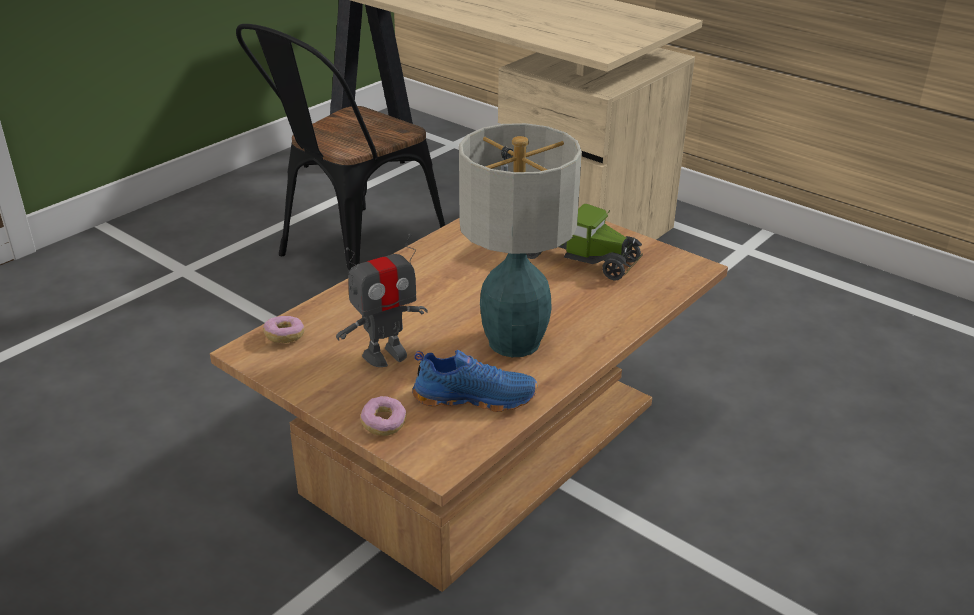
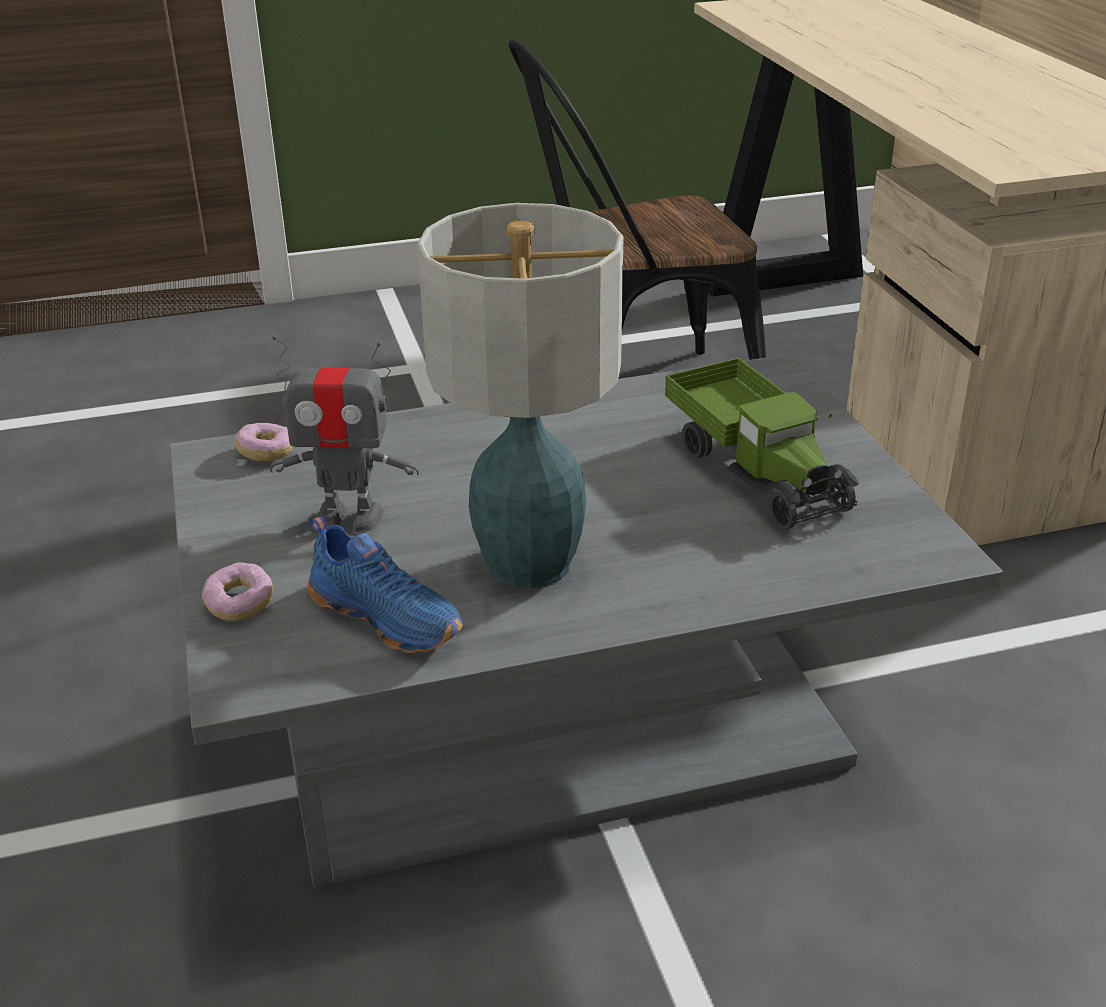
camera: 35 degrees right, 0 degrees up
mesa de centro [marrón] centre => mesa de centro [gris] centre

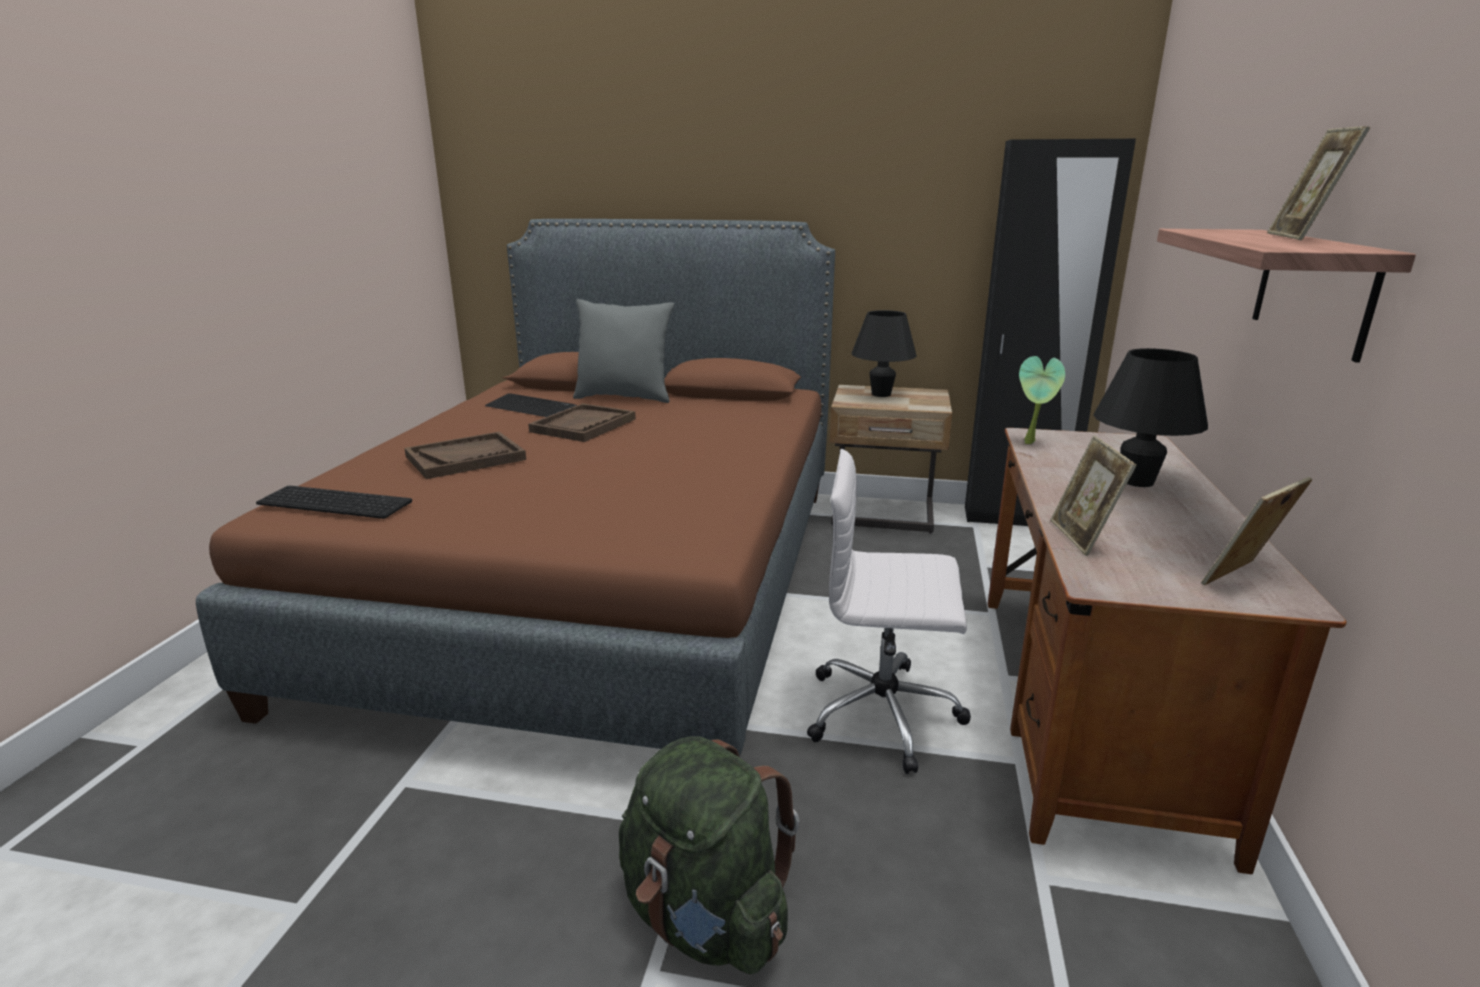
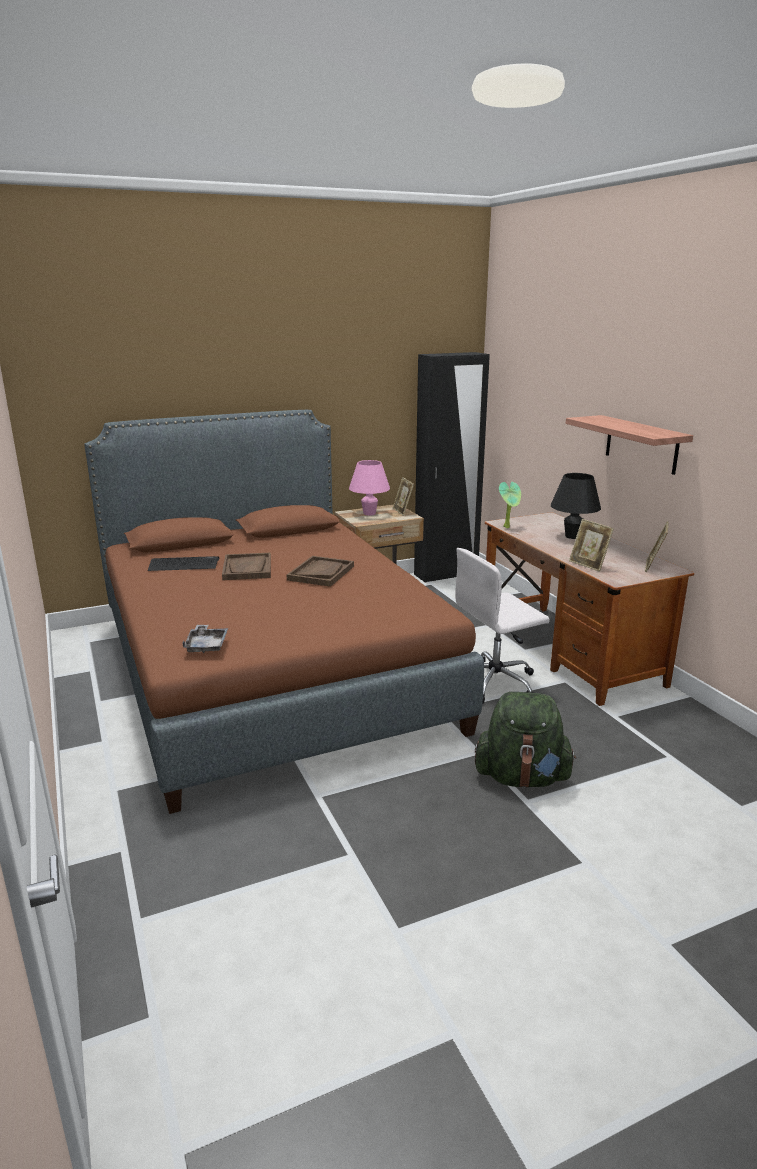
camera: 35 degrees left, 0 degrees up
cojín [gris] centre => nothing
bandeja [marrón] (1st from left in the first image) middle left => bandeja [marrón] (2nd from left) centre, move
portarretratos (3rd from left in the first image) top right => portarretratos (1st from left) centre, move
teclado (1st from left) middle left => bandeja [gris] middle left
lámpara de mesa [negro] (1st from left) centre => lámpara de mesa [rosa] centre

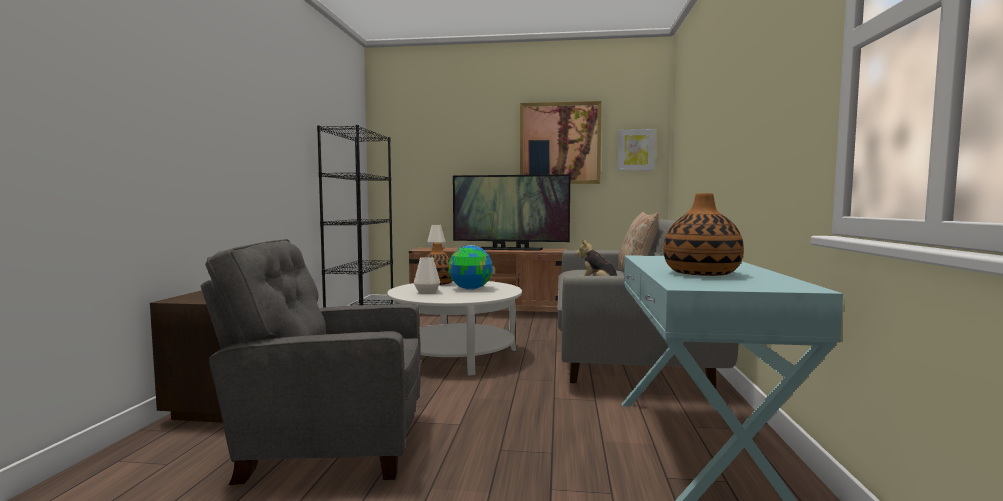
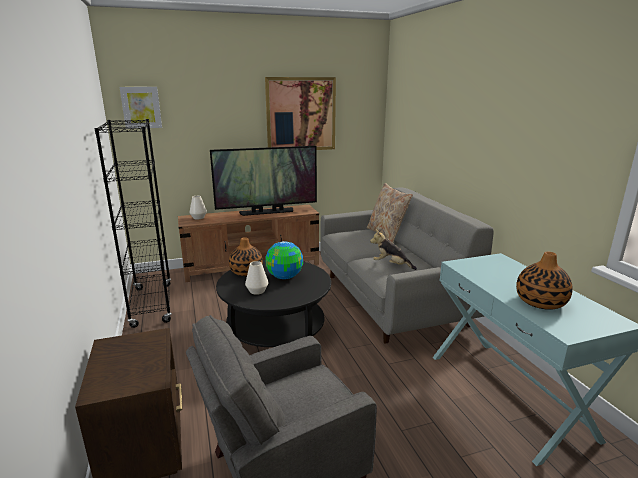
camera: 25 degrees left, 15 degrees up
cuadro (2nd from left in the first image) top centre => cuadro (1st from left) top left, move
mesa de centro [blanco] centre => mesa de centro [negro] centre

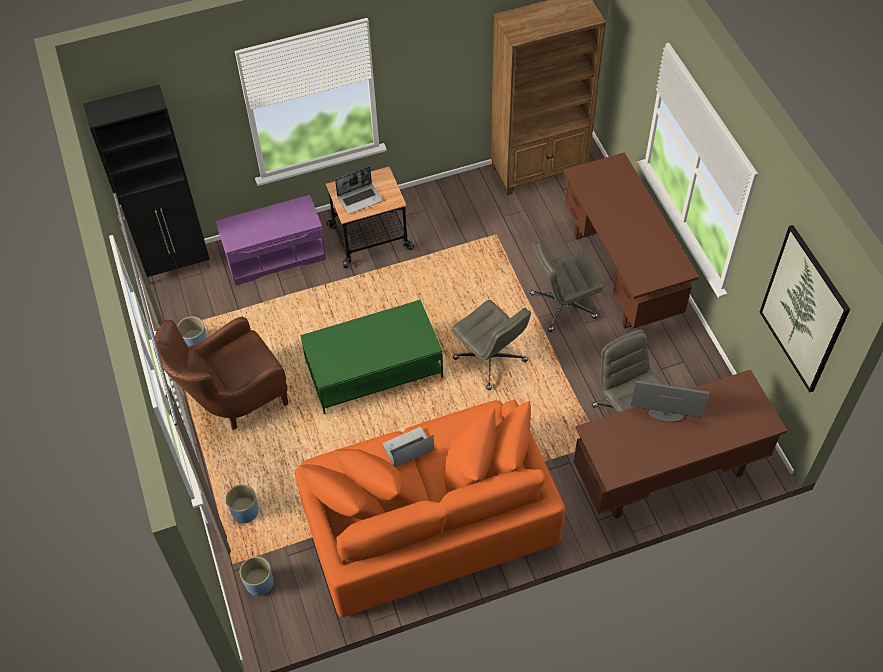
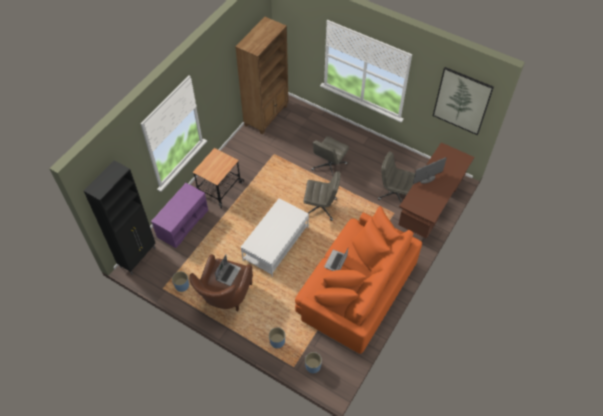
camera: 40 degrees left, 0 degrees up
escritorio [marrón] (1st from left) middle right => nothing
portátil (1st from left) top centre => portátil (1st from left) centre, move
mesa de centro [verde] centre => mesa de centro [blanco] centre

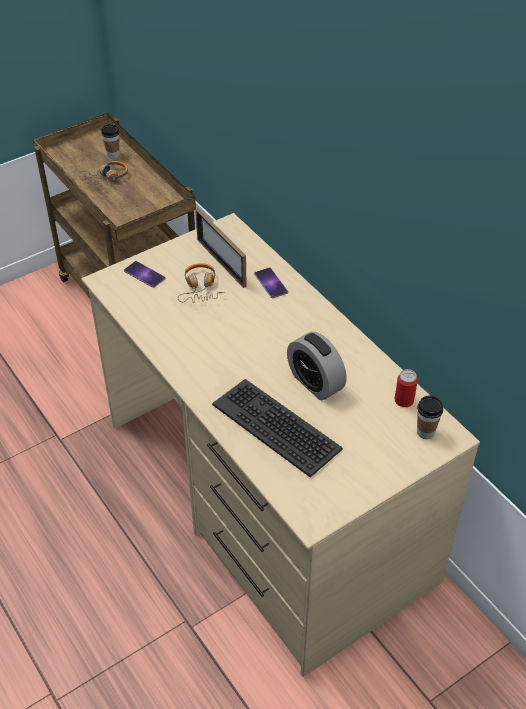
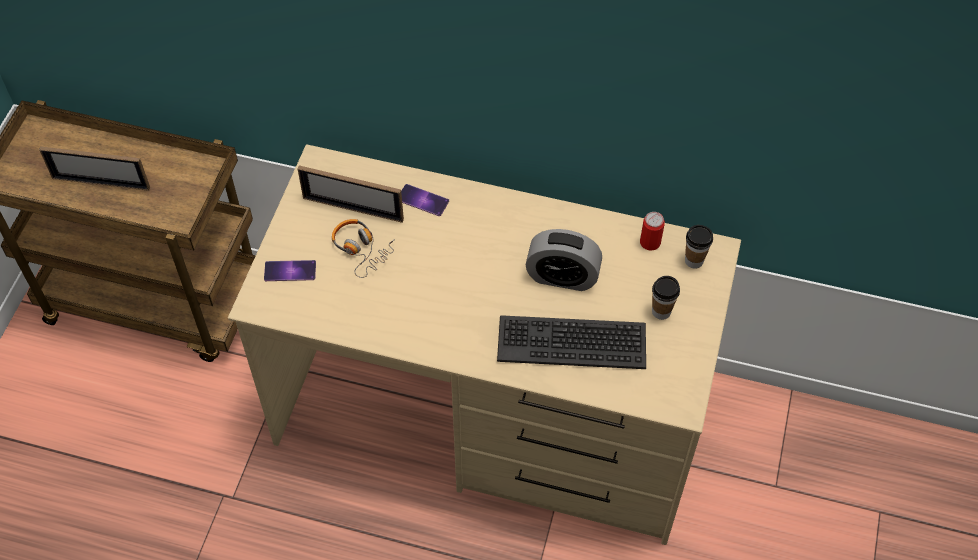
camera: 40 degrees left, 10 degrees up
taza (1st from left) top left => taza (1st from left) middle right, move
auriculares (1st from left) top left => portarretratos (1st from left) top left

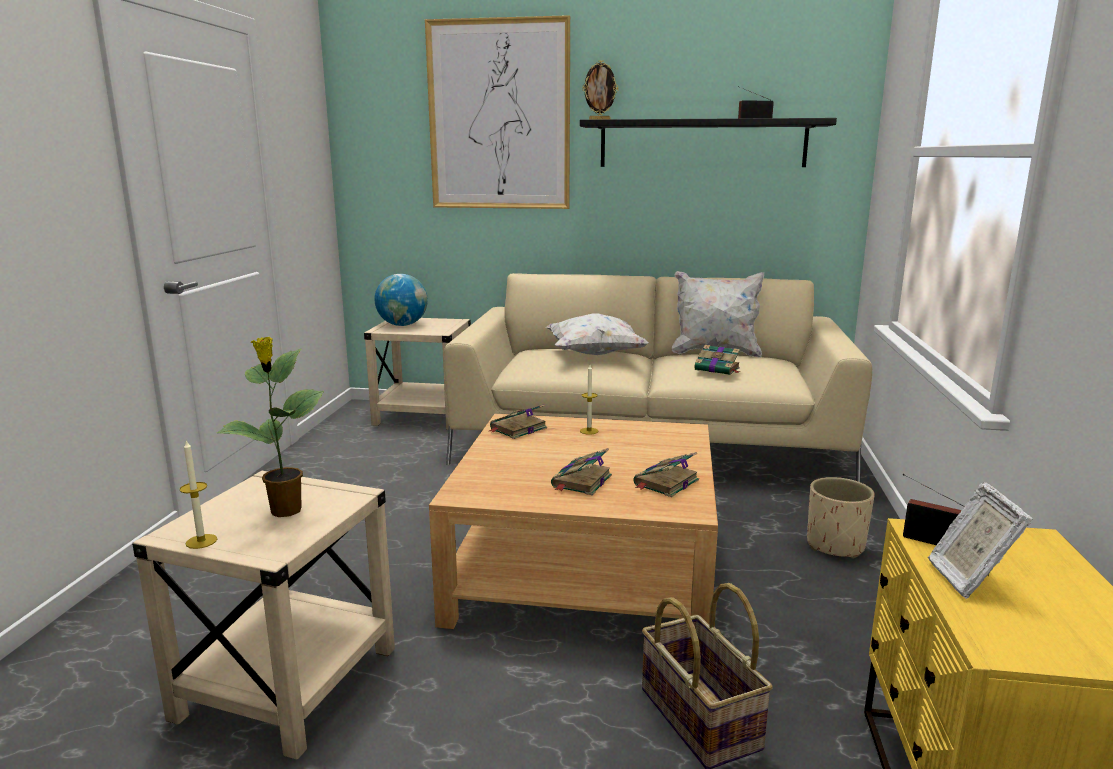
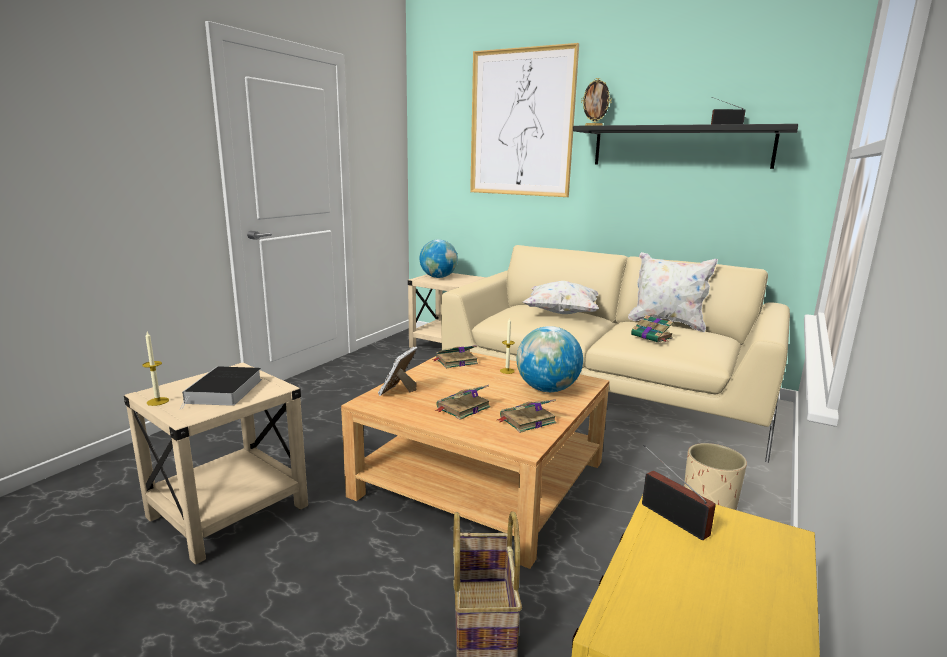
camera: 20 degrees right, 0 degrees up
nothing => globo terráqueo (2nd from left) centre
portarretratos (2nd from left in the first image) bottom right => portarretratos (1st from left) centre, move
planta en maceta middle left => libro (1st from left) middle left

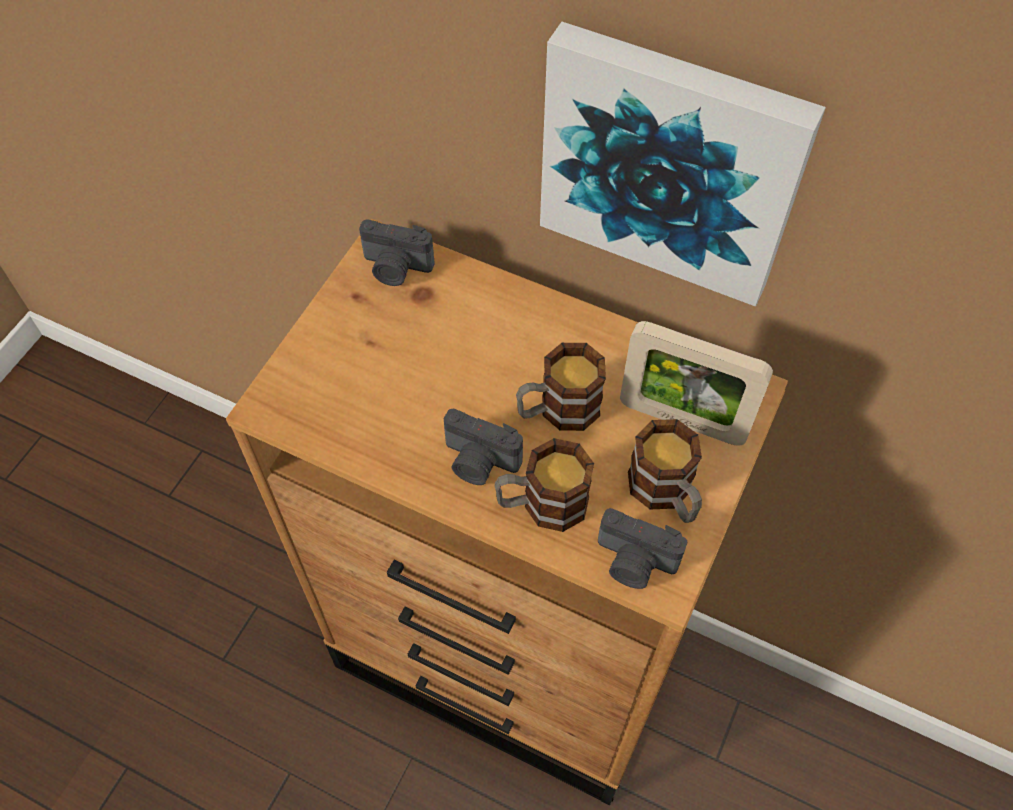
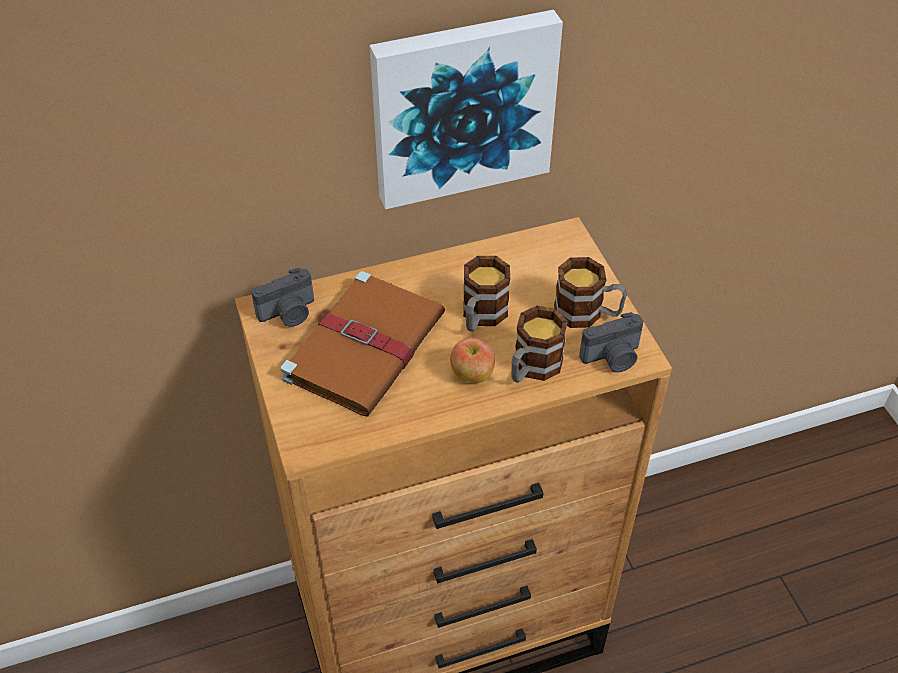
camera: 45 degrees left, 10 degrees down
portarretratos middle right => nothing
nothing => libro [marrón] centre
cámara (2nd from left) centre => manzana centre

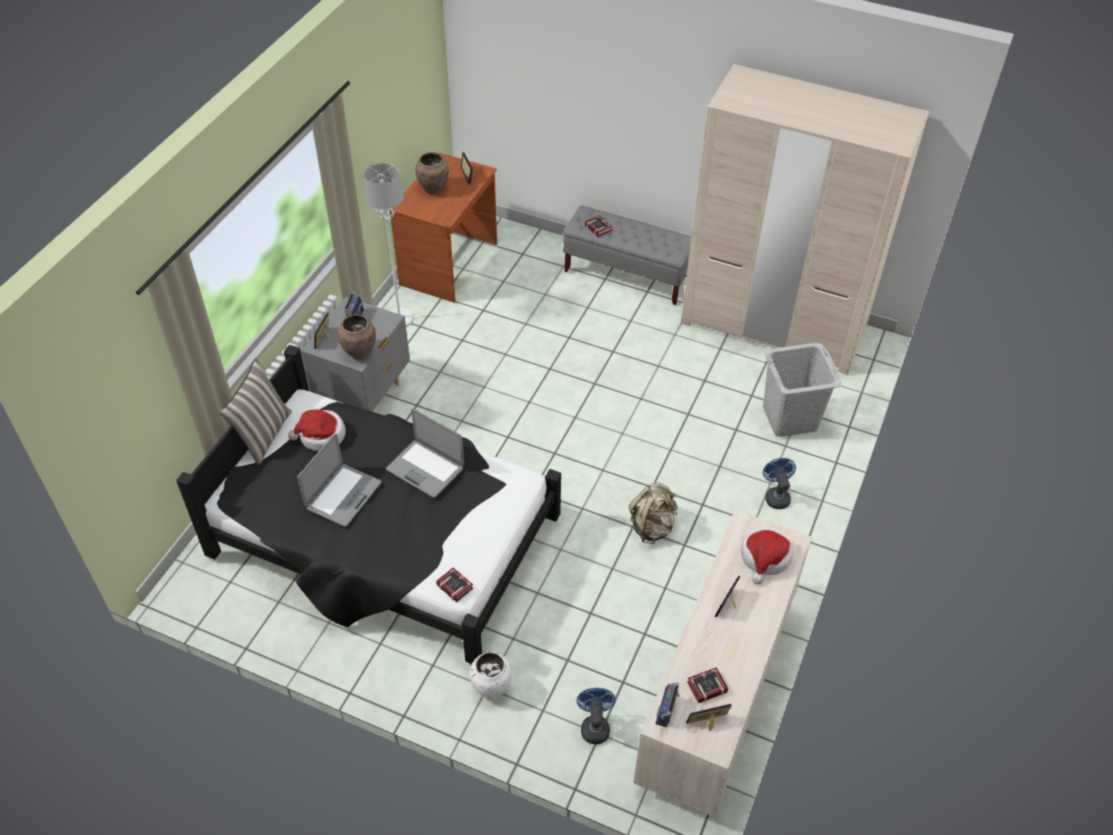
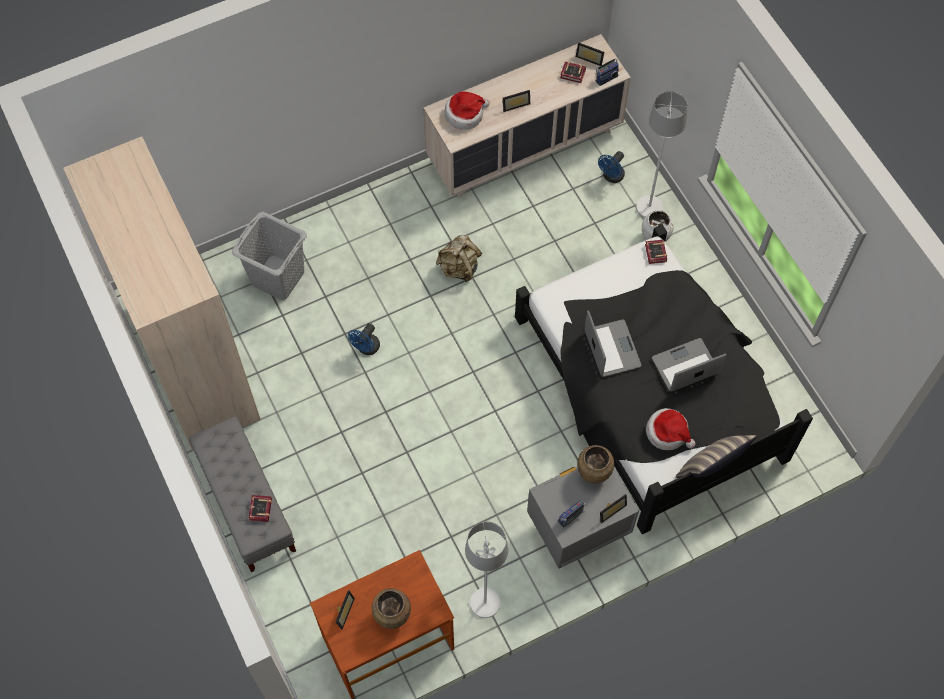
camera: 140 degrees left, 15 degrees up
nothing => lámpara de pie [blanco] (2nd from left) top right
ventilador [azul] (2nd from left in the first image) middle right => ventilador [azul] (1st from left) centre, move

